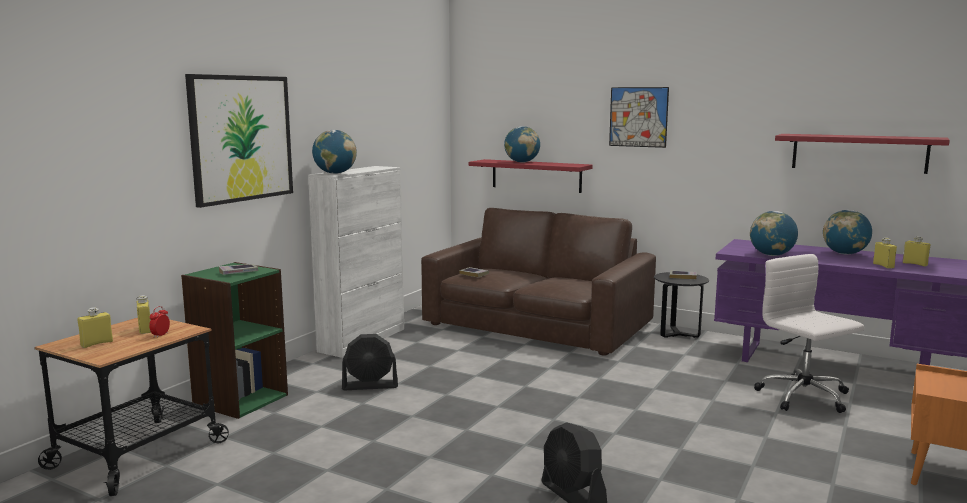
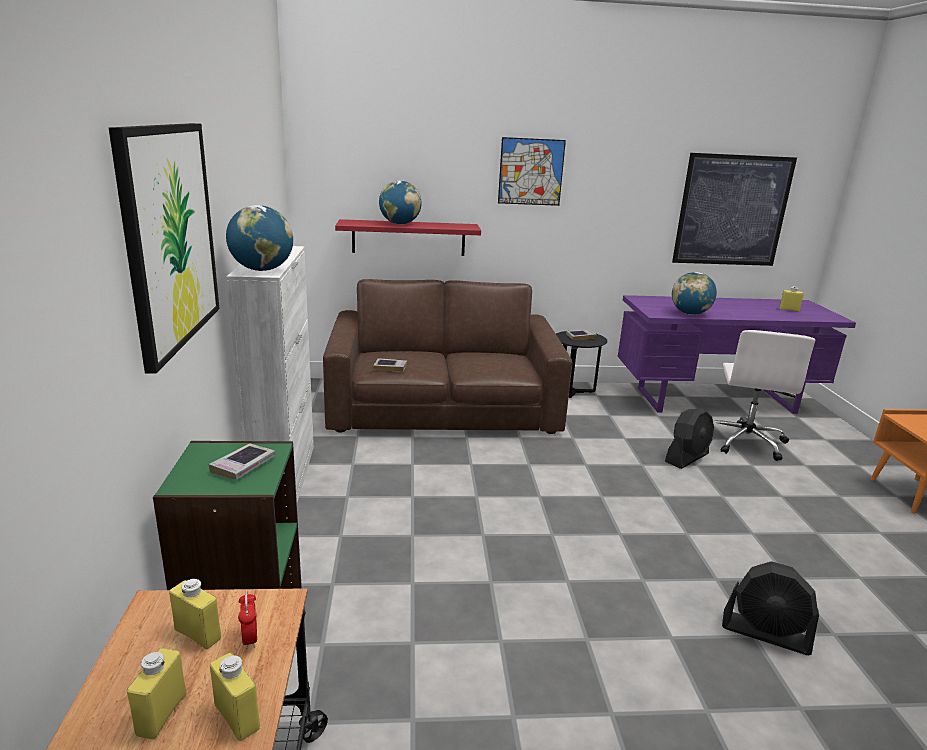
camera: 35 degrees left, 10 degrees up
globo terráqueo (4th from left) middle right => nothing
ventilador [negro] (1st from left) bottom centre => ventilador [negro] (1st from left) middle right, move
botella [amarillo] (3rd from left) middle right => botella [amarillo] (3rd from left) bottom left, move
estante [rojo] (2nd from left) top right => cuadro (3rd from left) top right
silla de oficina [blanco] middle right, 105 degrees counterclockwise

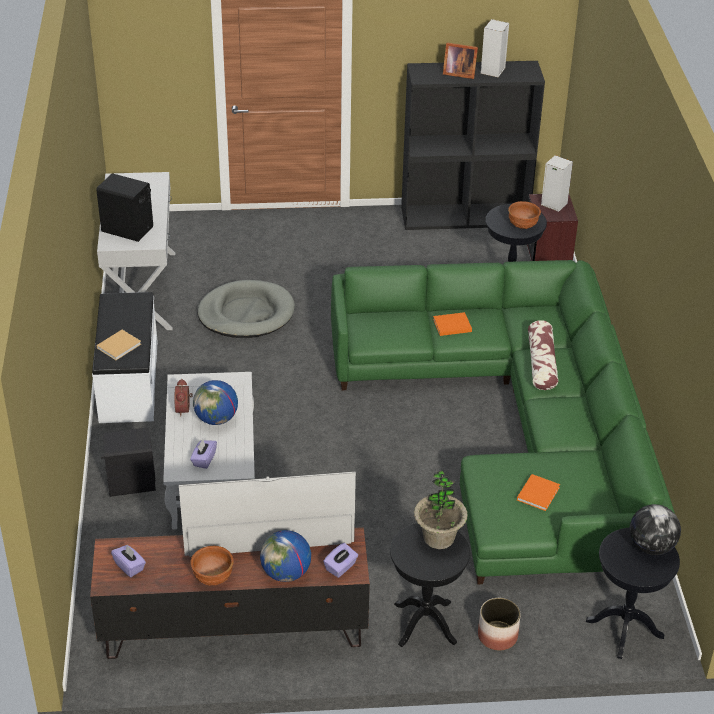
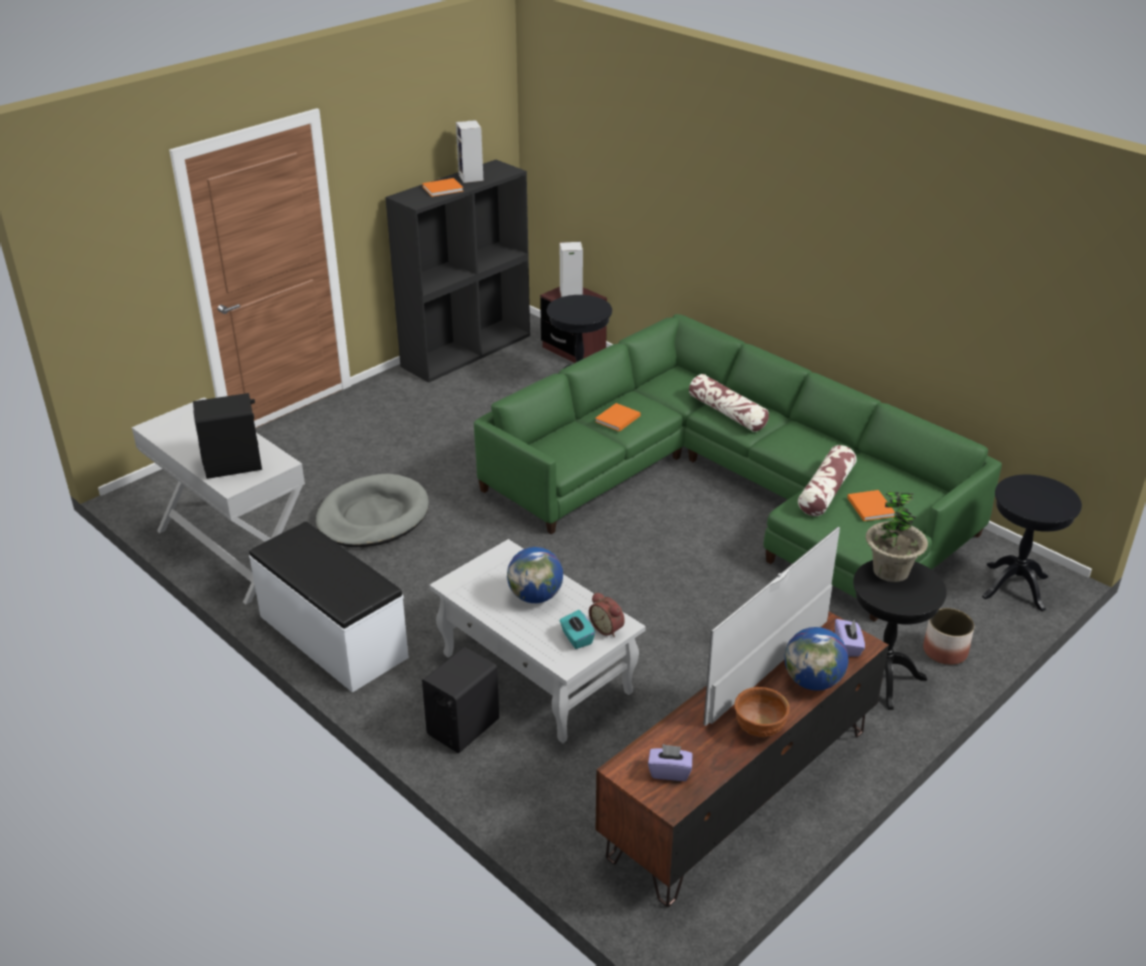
camera: 40 degrees left, 5 degrees down
libro [beis] middle left => nothing
cuenco [marrón] (2nd from left) top right => nothing
globo terráqueo (3rd from left) bottom right => nothing
nothing => cojín (2nd from left) middle right
despertador middle left => despertador centre, move
portarretratos top centre => libro [naranja] (1st from left) top centre
caja de pañuelos [morado] (2nd from left) middle left => caja de pañuelos [turquesa] centre

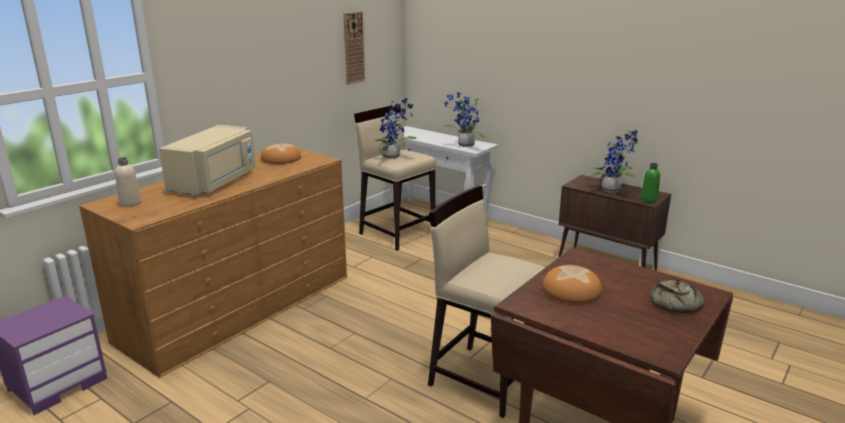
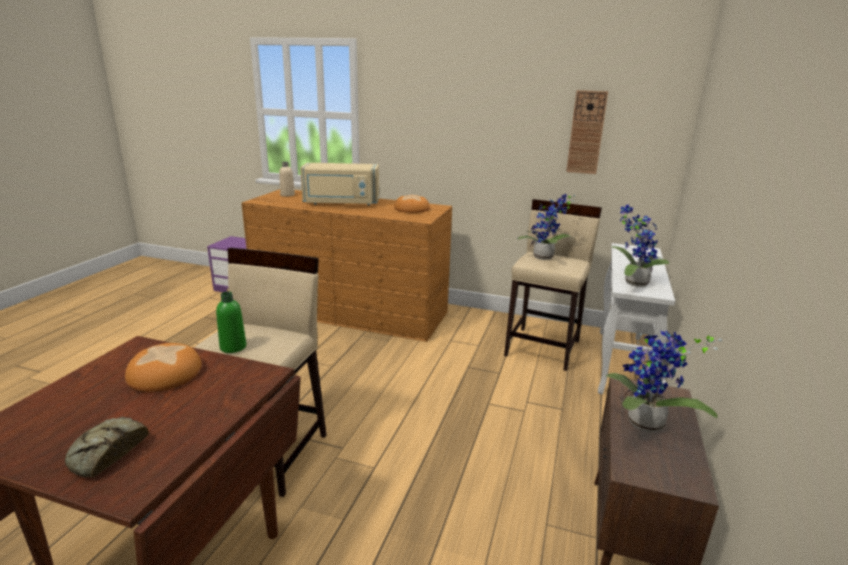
camera: 70 degrees right, 0 degrees up
botella [verde] middle right => botella [verde] middle left, move

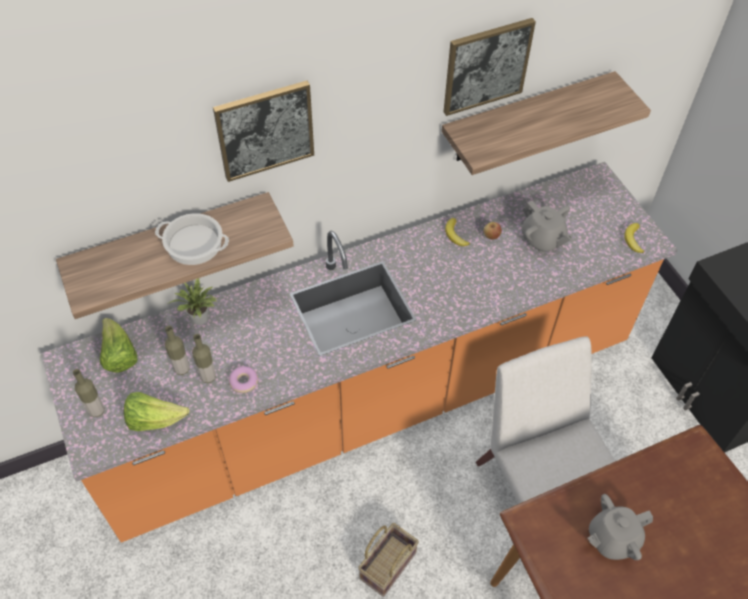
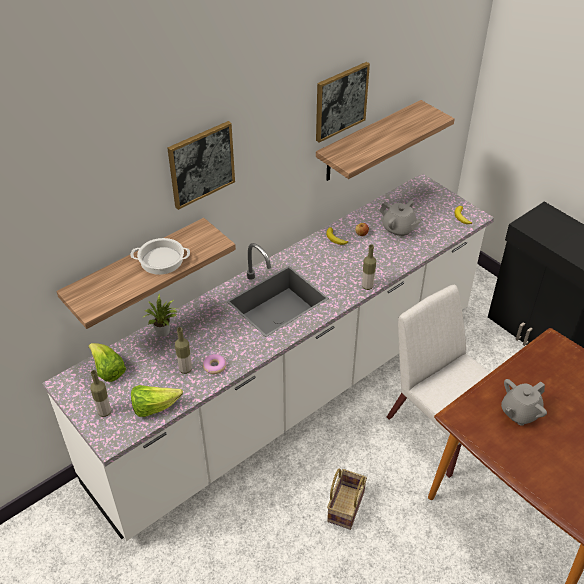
camera: 15 degrees left, 10 degrees down
botella (2nd from left in the first image) middle left => botella (3rd from left) centre, move
mueble bajo de cocina [naranja] centre => mueble bajo de cocina [blanco] centre

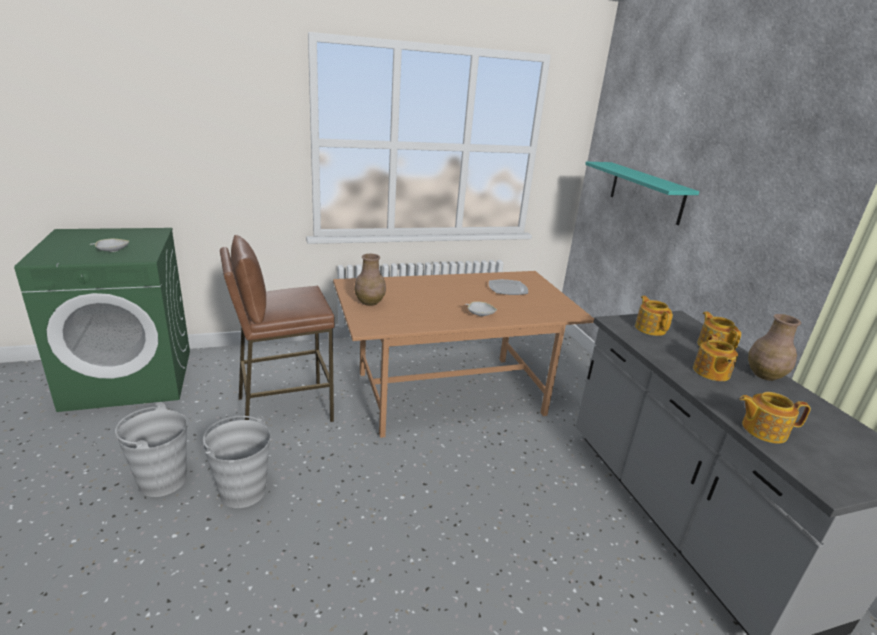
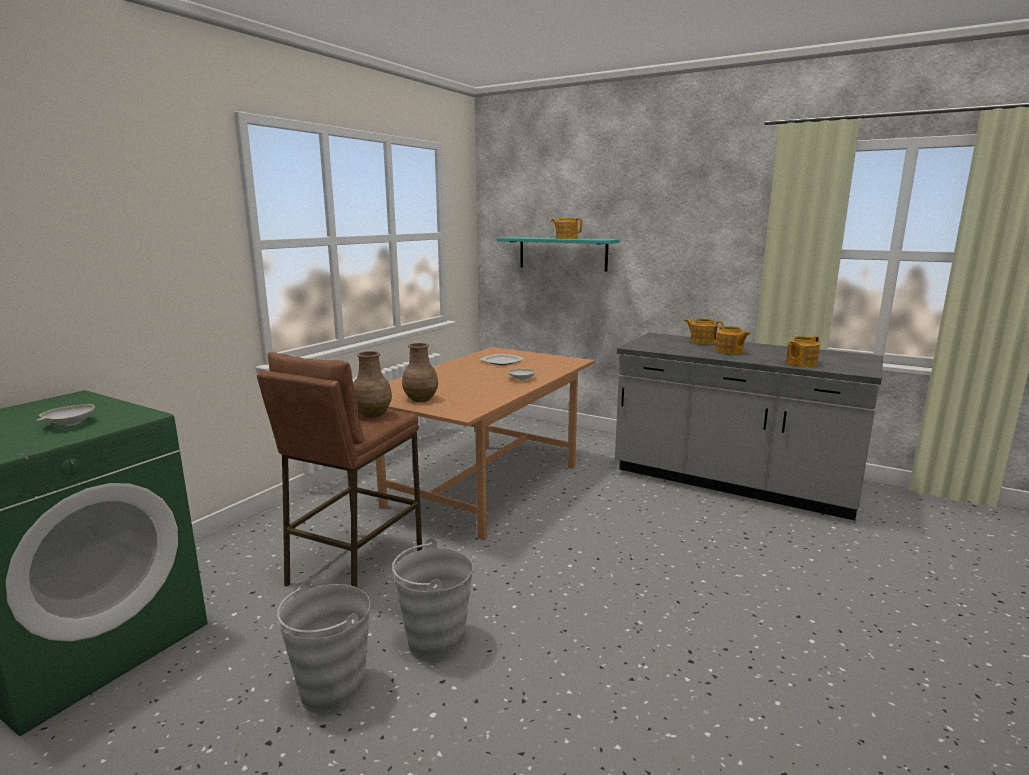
camera: 40 degrees left, 10 degrees down
tetera (1st from left) middle right => tetera (1st from left) top centre, move
florero [marrón] (2nd from left in the first image) middle right => florero [marrón] (1st from left) centre, move

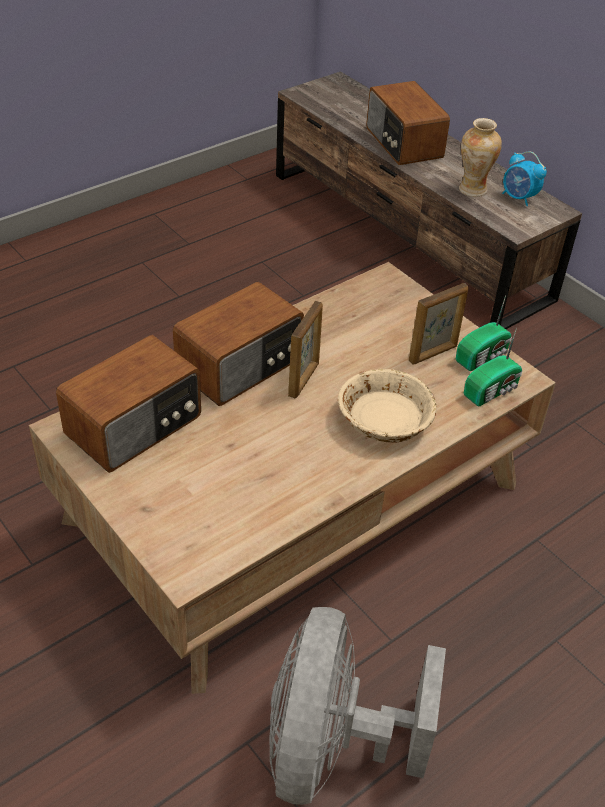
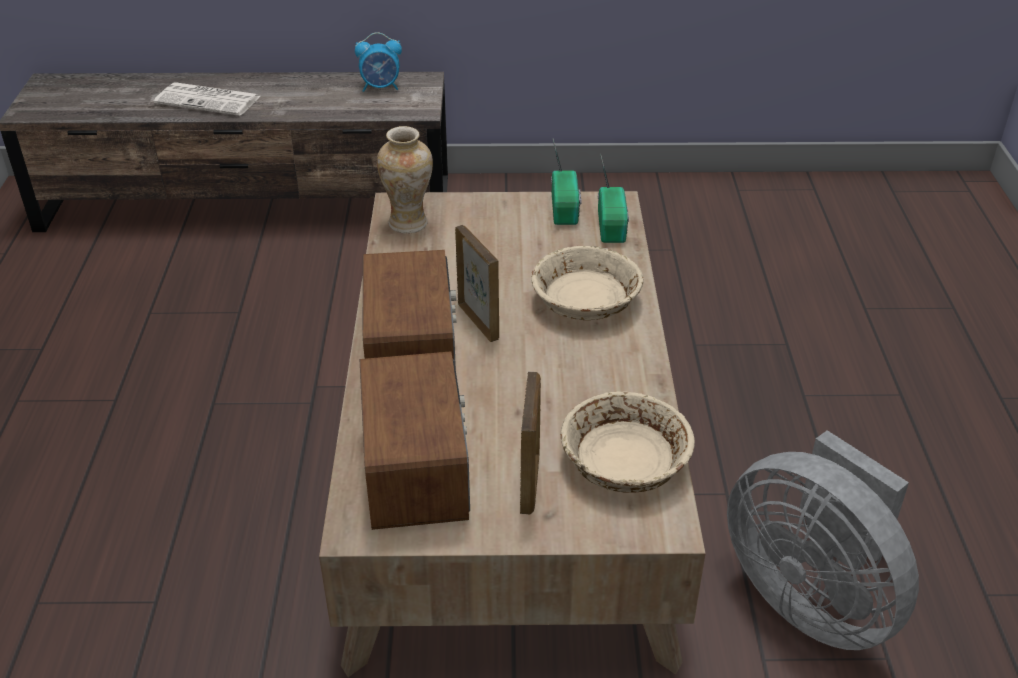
camera: 50 degrees left, 5 degrees down
nothing => cuenco [beis] (2nd from left) centre
portarretratos (2nd from left) middle right => portarretratos (2nd from left) centre, move
florero top right => florero top centre, move
radio (3rd from left) top right => periódico top left

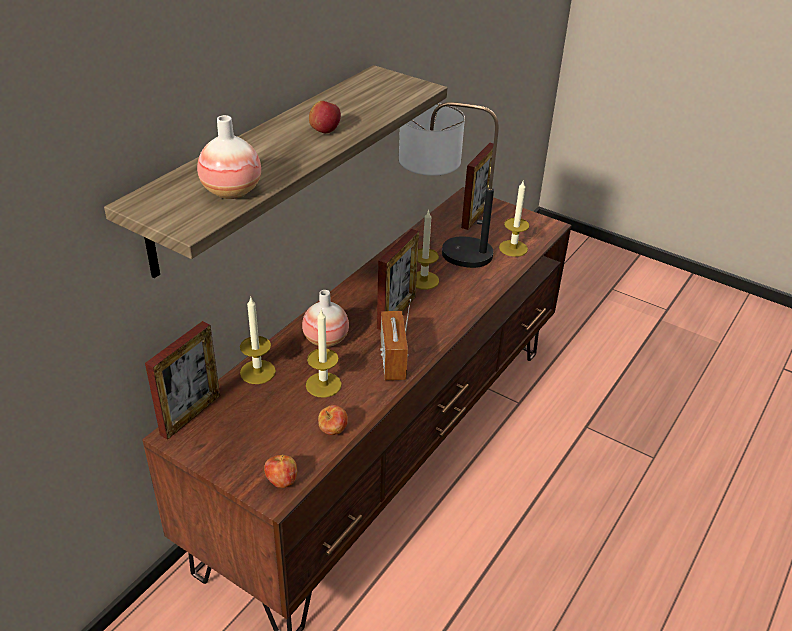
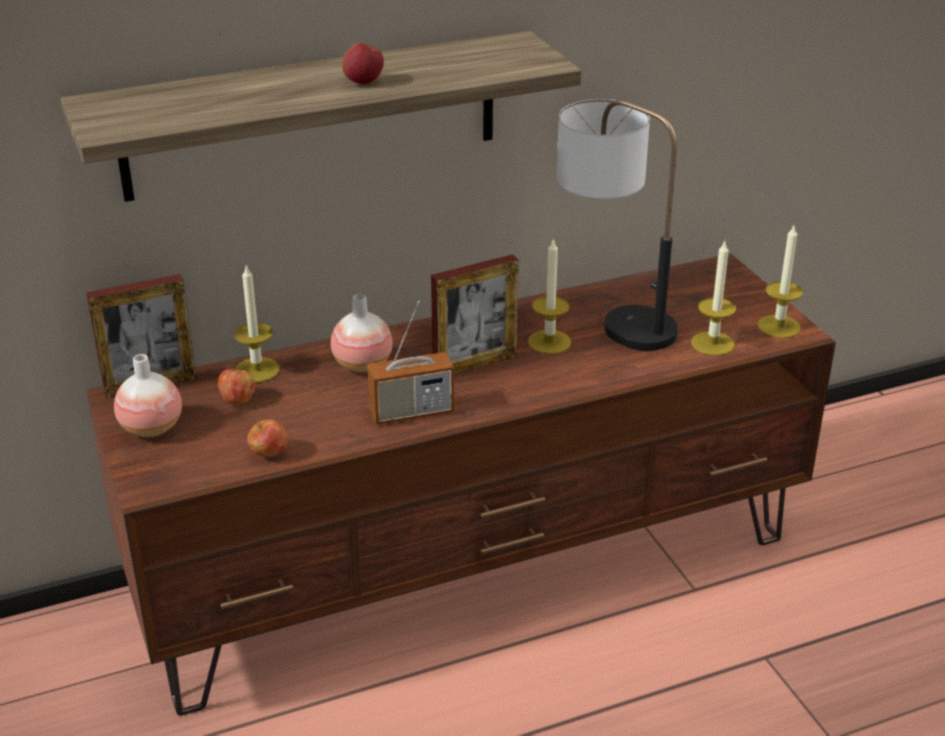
camera: 35 degrees right, 5 degrees down
portarretratos (3rd from left) top centre => nothing
florero (1st from left) top left => florero (1st from left) middle left, move
manzana (1st from left) bottom centre => manzana (1st from left) middle left, move
vela (2nd from left in the first image) centre => vela (4th from left) middle right, move
radio centre, 135 degrees counterclockwise

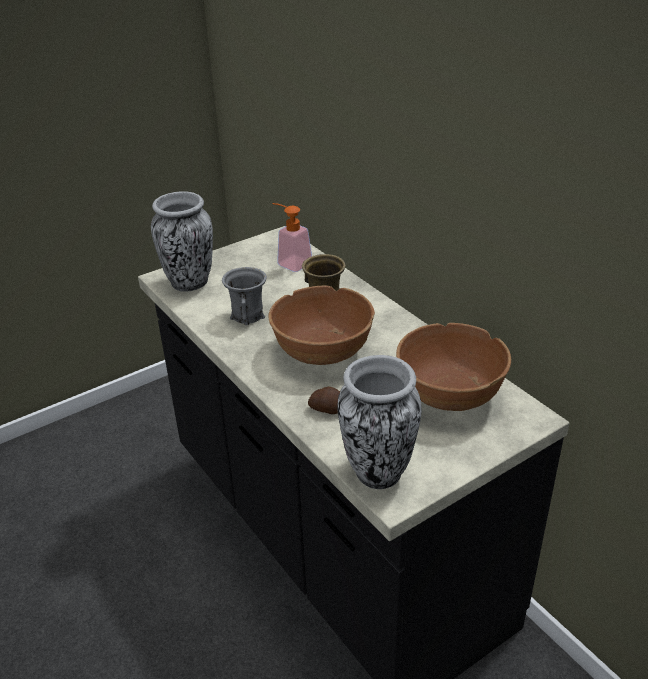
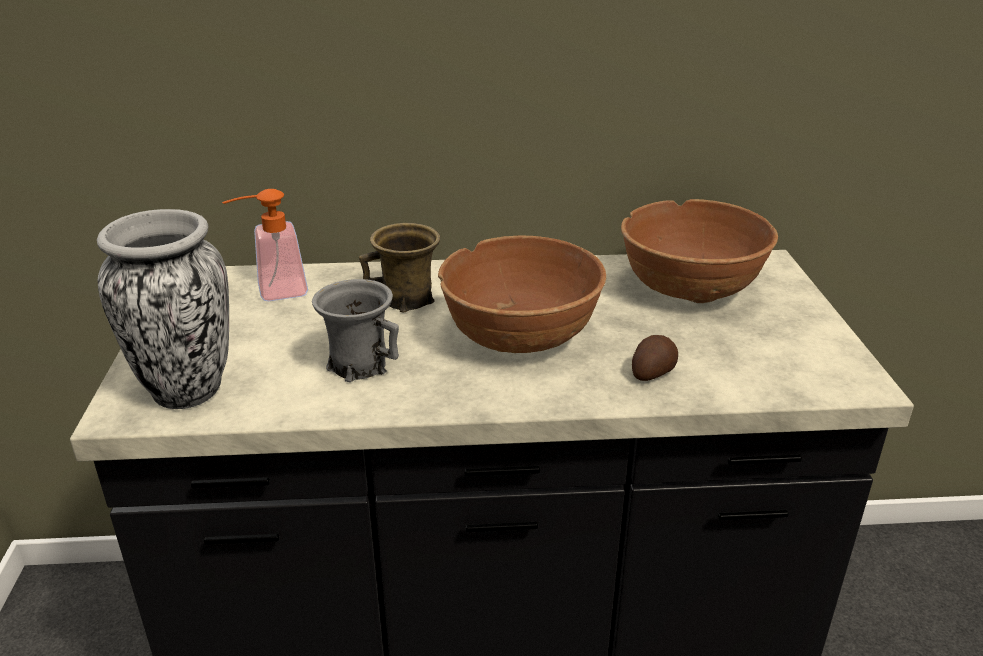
camera: 60 degrees left, 5 degrees down
florero (2nd from left) centre => nothing

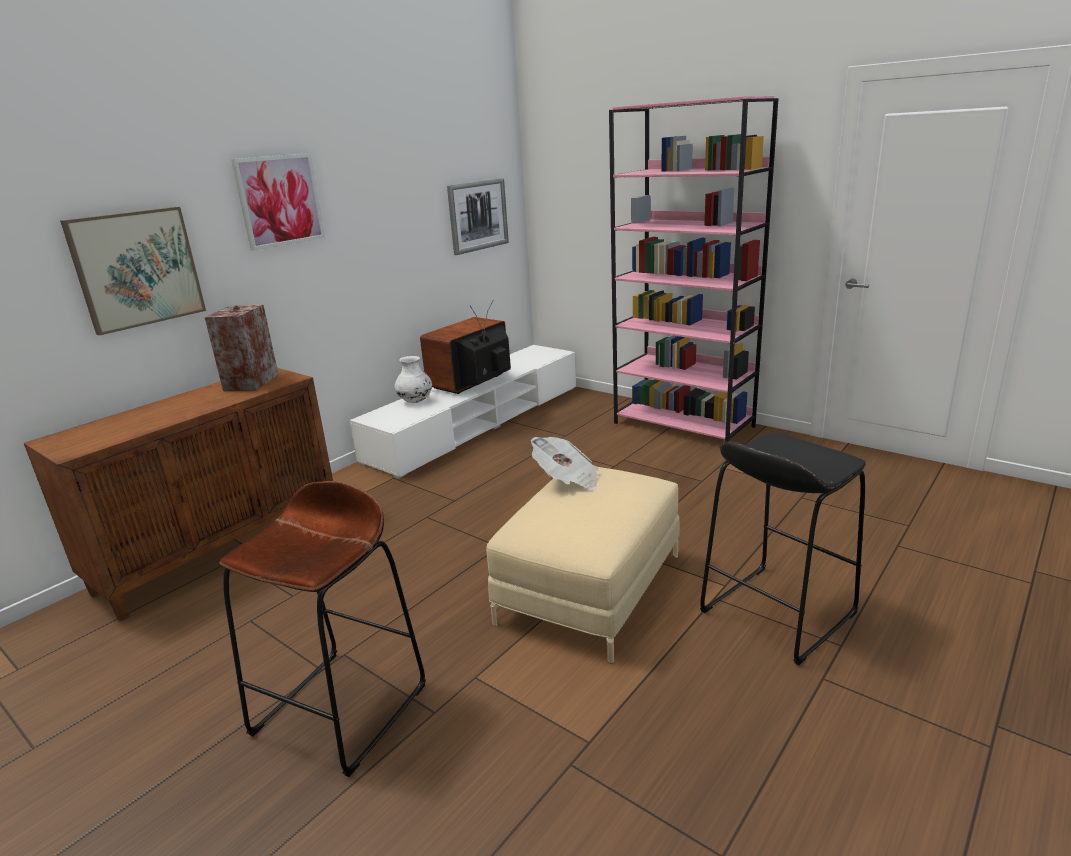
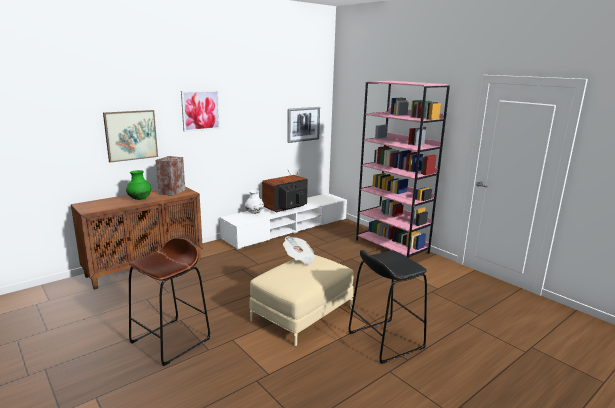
camera: 10 degrees right, 5 degrees down
nothing => florero [verde] middle left

